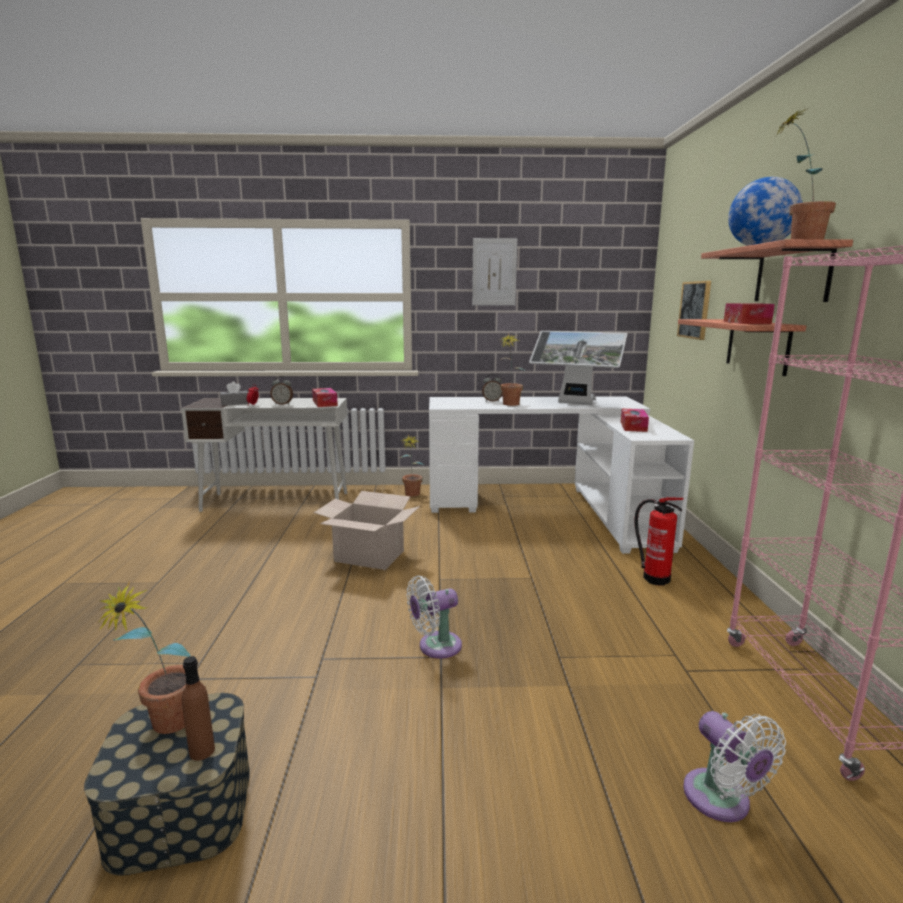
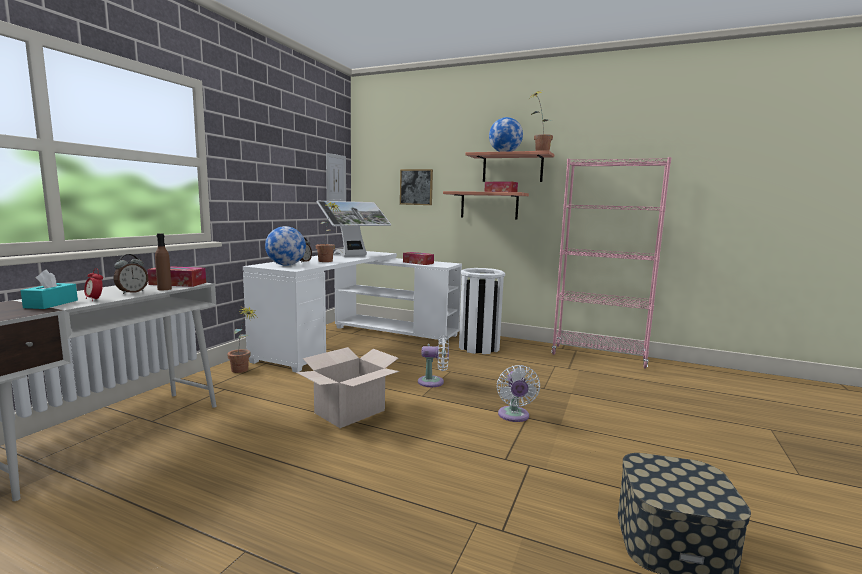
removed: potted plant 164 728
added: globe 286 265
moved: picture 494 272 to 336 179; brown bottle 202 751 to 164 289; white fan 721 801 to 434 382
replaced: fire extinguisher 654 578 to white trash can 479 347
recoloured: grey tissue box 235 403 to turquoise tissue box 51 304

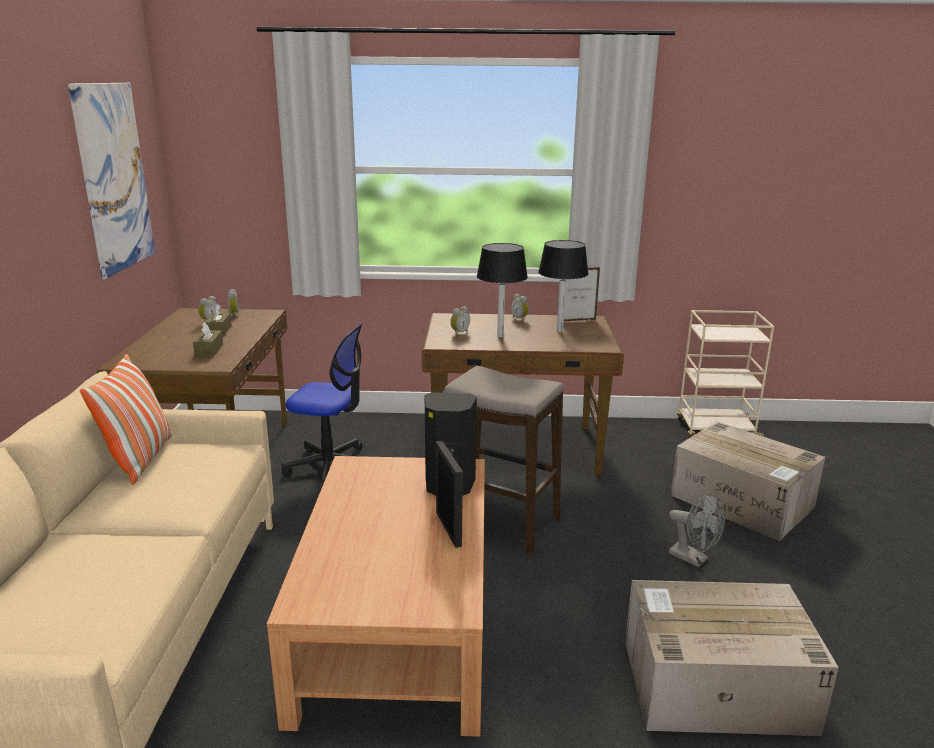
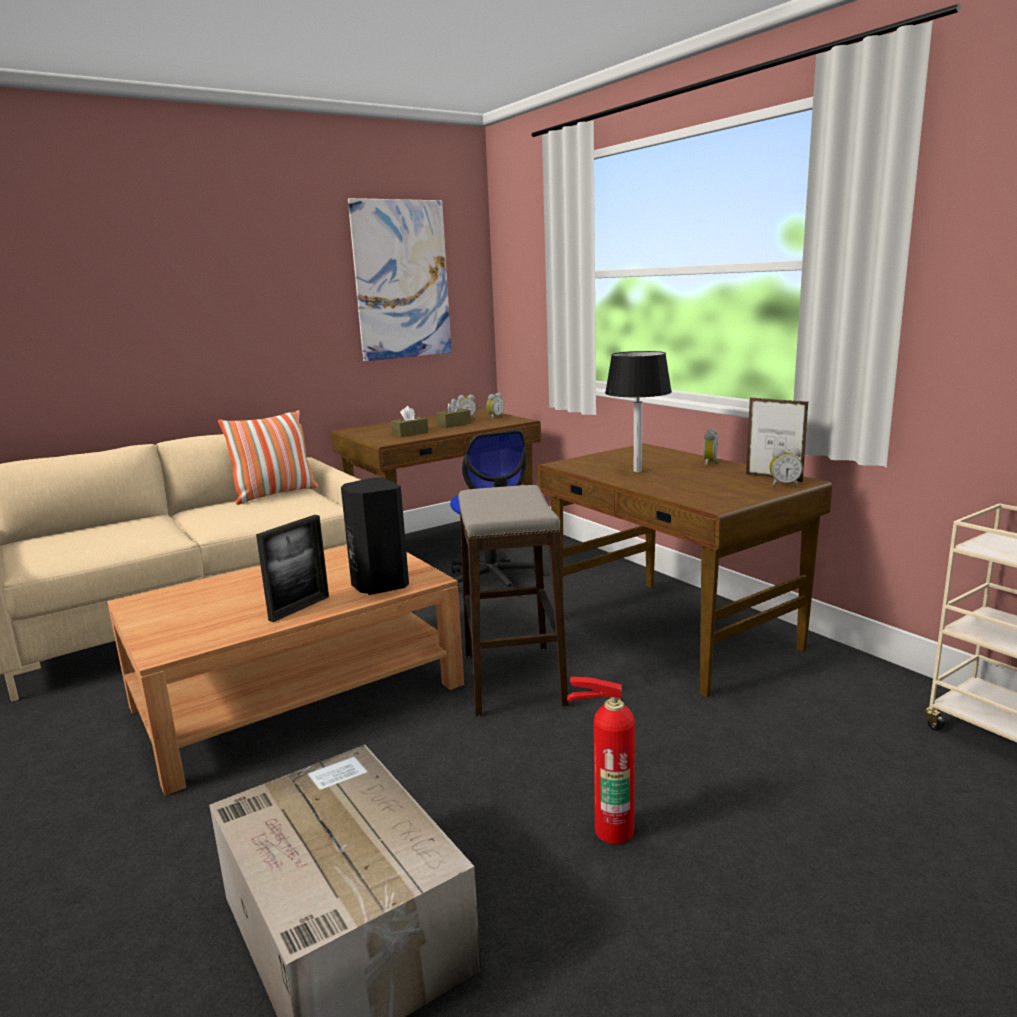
removed: black table lamp 559 331; cardboard box 743 502
moved: alarm clock 459 333 to 784 485
replaced: grey fan 693 559 to fire extinguisher 611 828

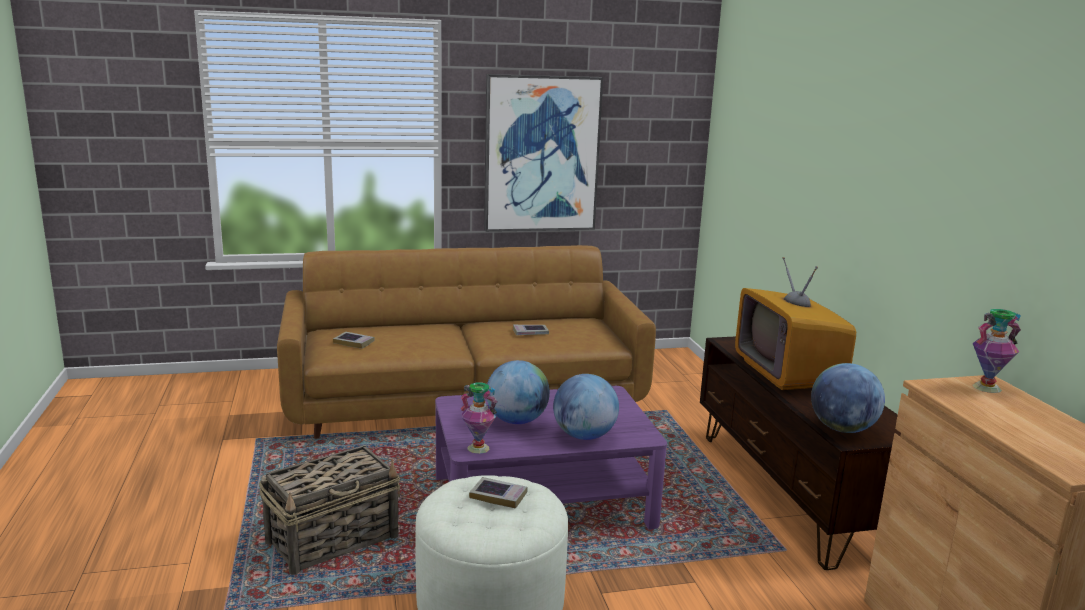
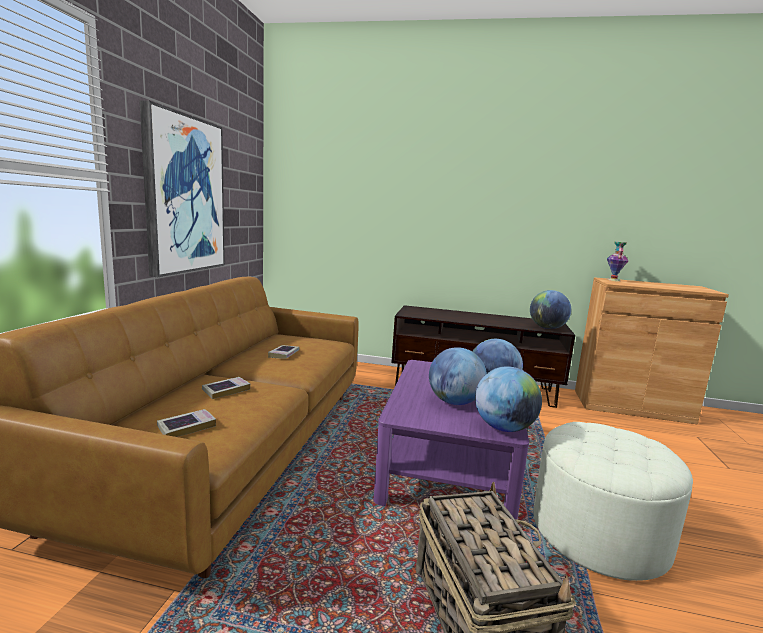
removed: television 788 373
moved: book 498 496 to 226 390
replaced: vase 478 448 to globe 504 428

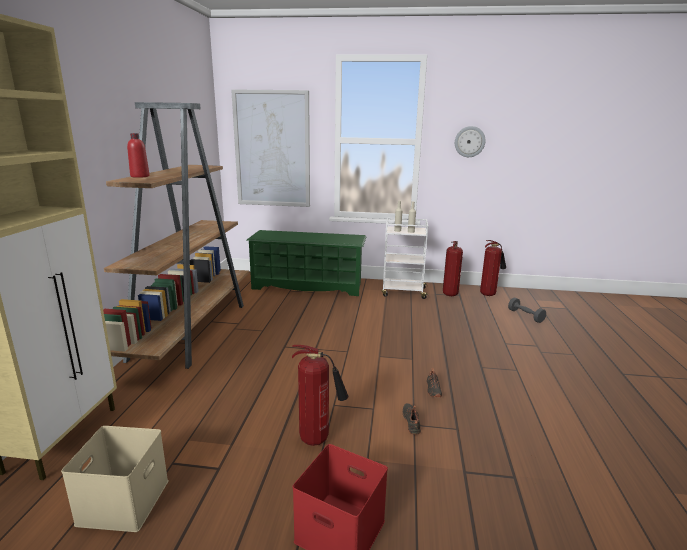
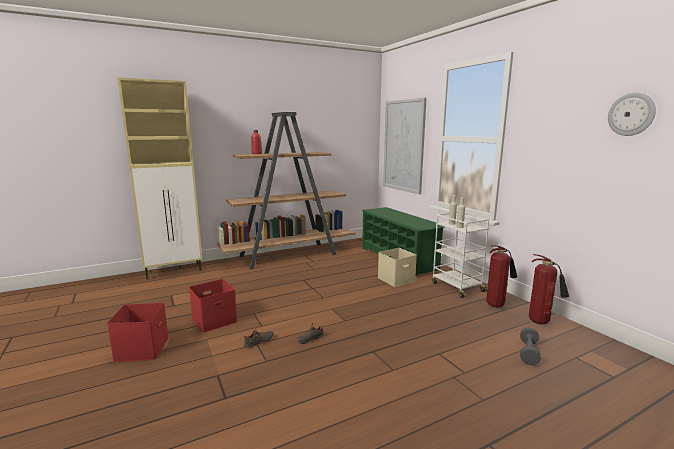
moved: wall clock 469 141 to 631 114; beige storage box 123 500 to 396 279
replaced: fire extinguisher 318 439 to red storage box 215 319

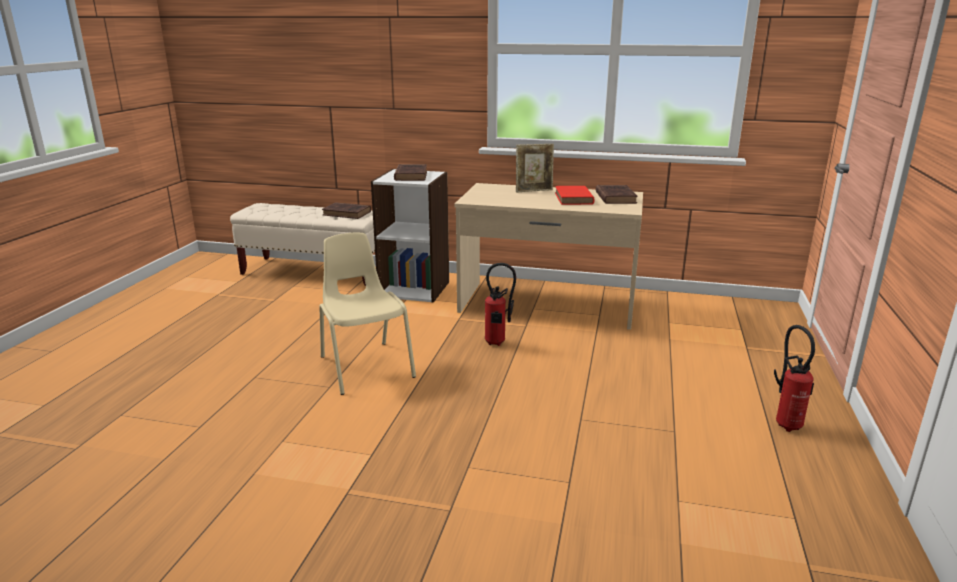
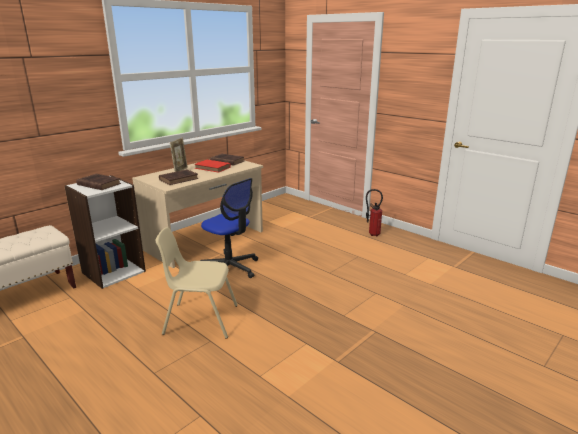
moved: brown book 348 213 to 179 179
replaced: fire extinguisher 498 343 to office chair 230 268

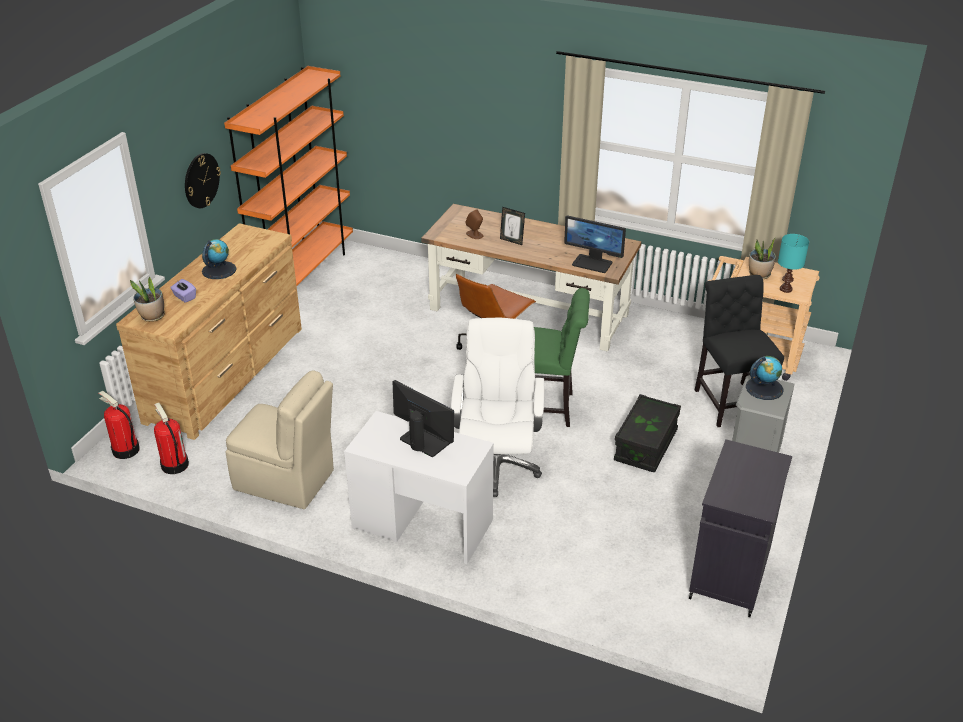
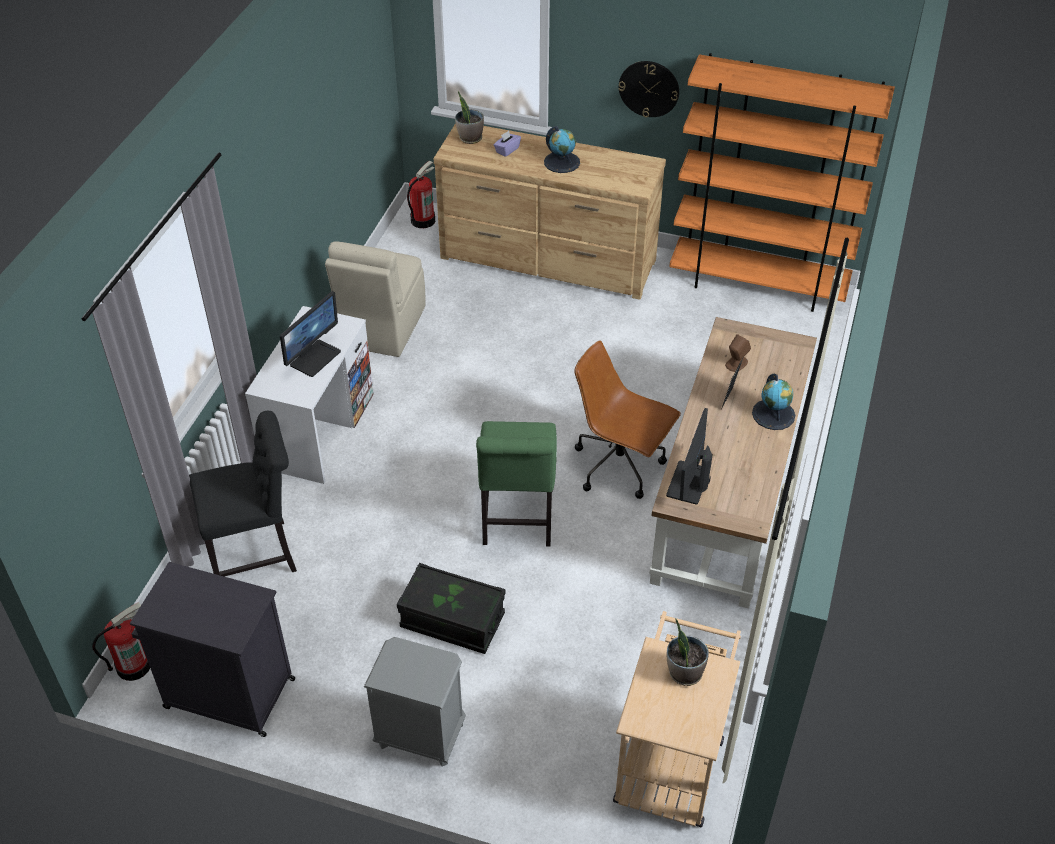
removed: turquoise table lamp 786 289; white office chair 496 464
moved: black chair 729 402 to 257 554; globe 764 388 to 773 414; fire extinguisher 174 465 to 133 665

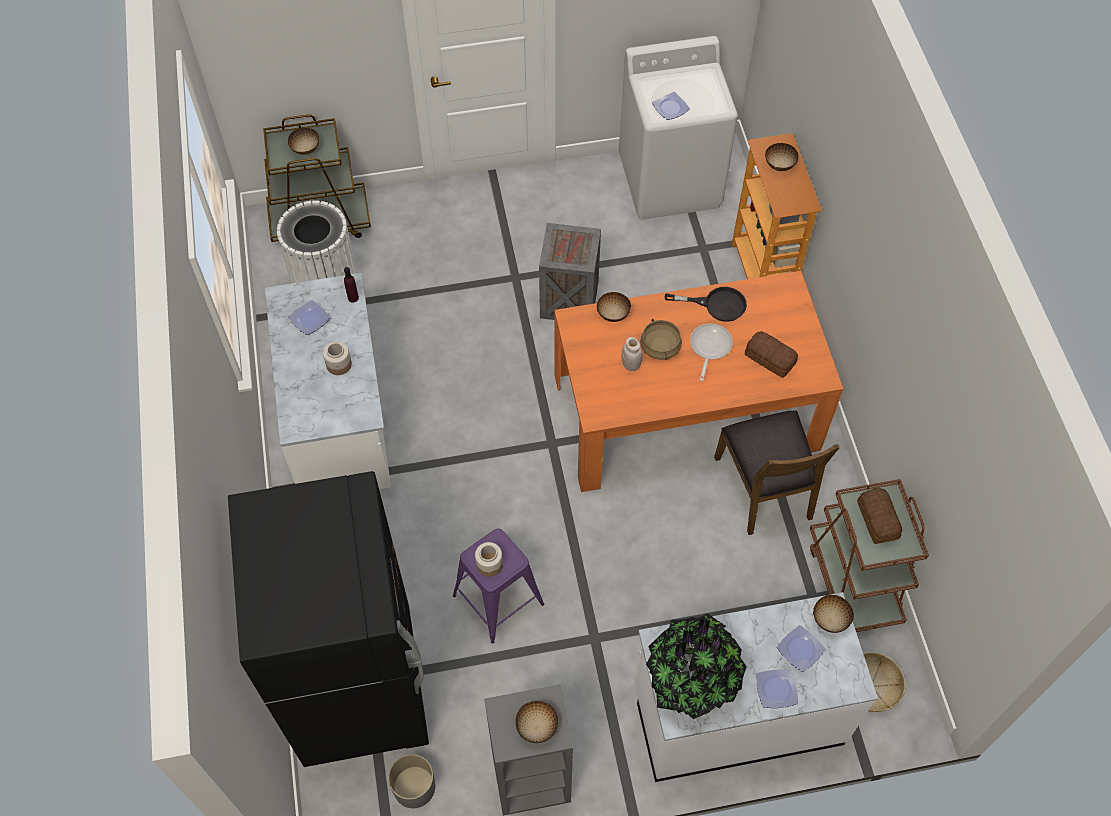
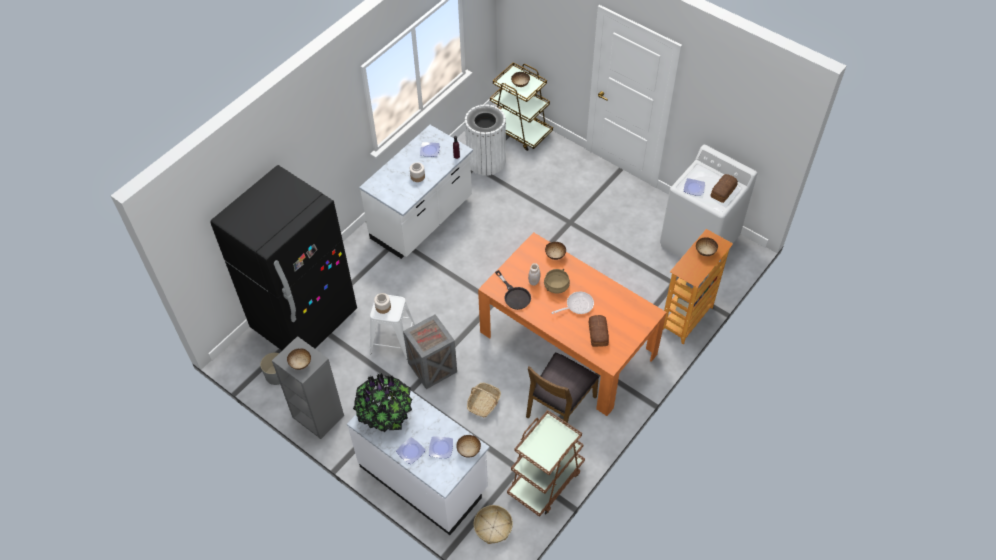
added: basket 484 403
moved: crate 570 299 to 433 367; black frying pan 716 305 to 514 295; bread 877 520 to 722 191
recoloured: purple stool 498 600 to white stool 393 340

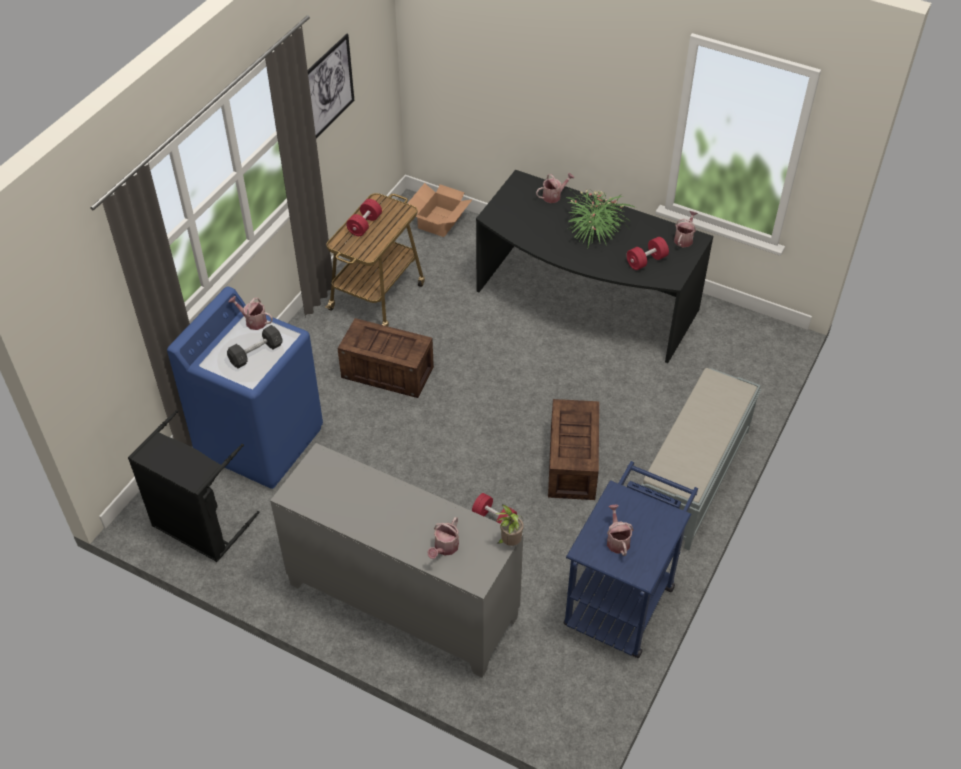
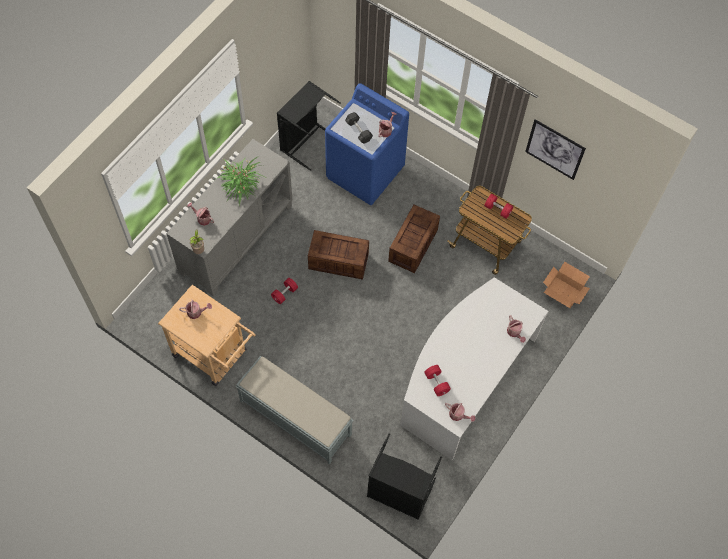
added: black laundry basket 398 494
moved: potted plant 594 229 to 240 185; crate 572 464 to 337 261
recoloured: black desk 584 304 to white desk 465 379; blue cart 623 597 to beige cart 214 356

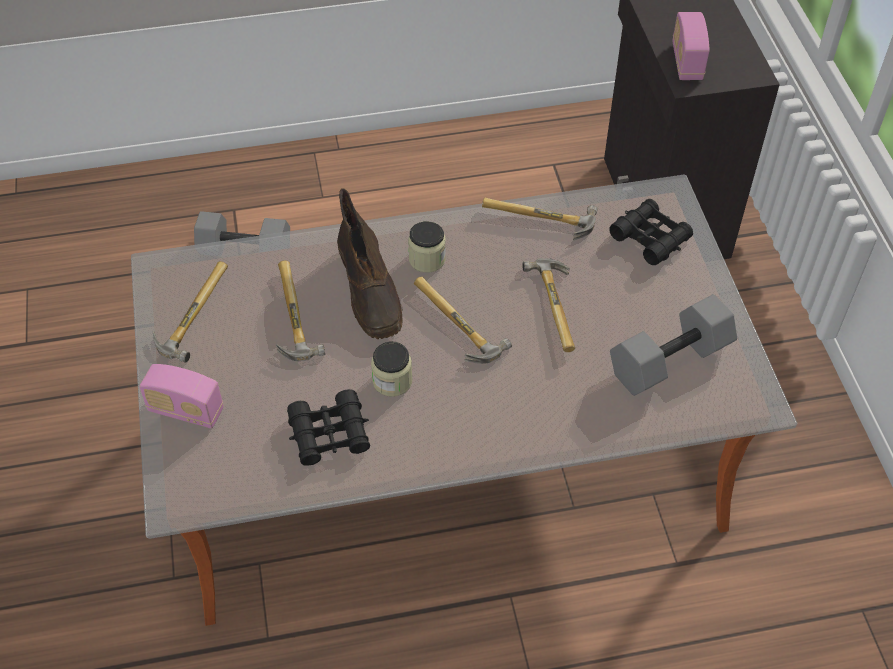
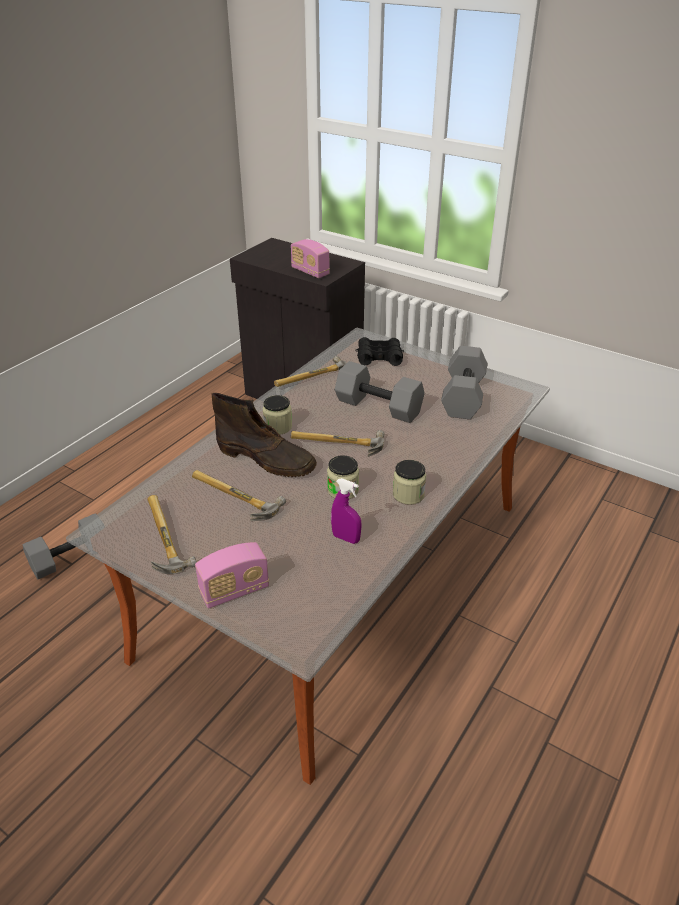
added: jar 408 494
replaced: hammer 560 307 to grey dumbbell 380 406; black binoculars 329 434 to purple spray bottle 346 538

